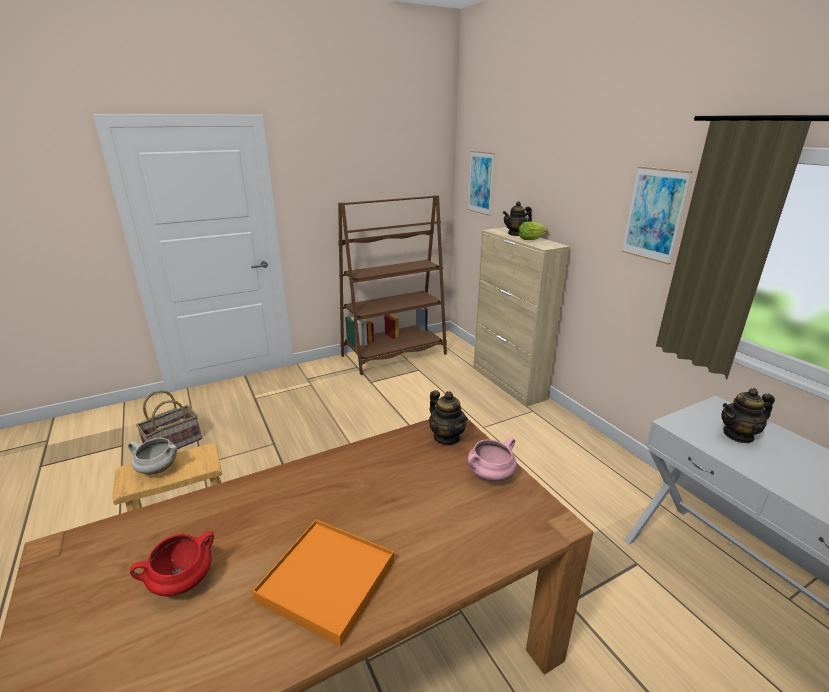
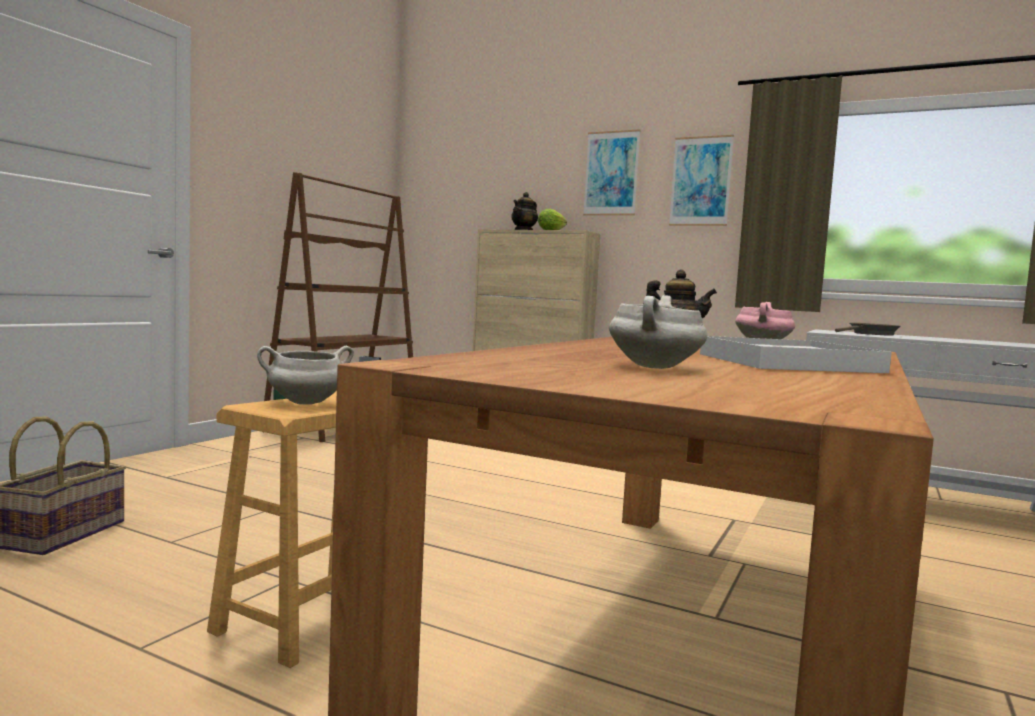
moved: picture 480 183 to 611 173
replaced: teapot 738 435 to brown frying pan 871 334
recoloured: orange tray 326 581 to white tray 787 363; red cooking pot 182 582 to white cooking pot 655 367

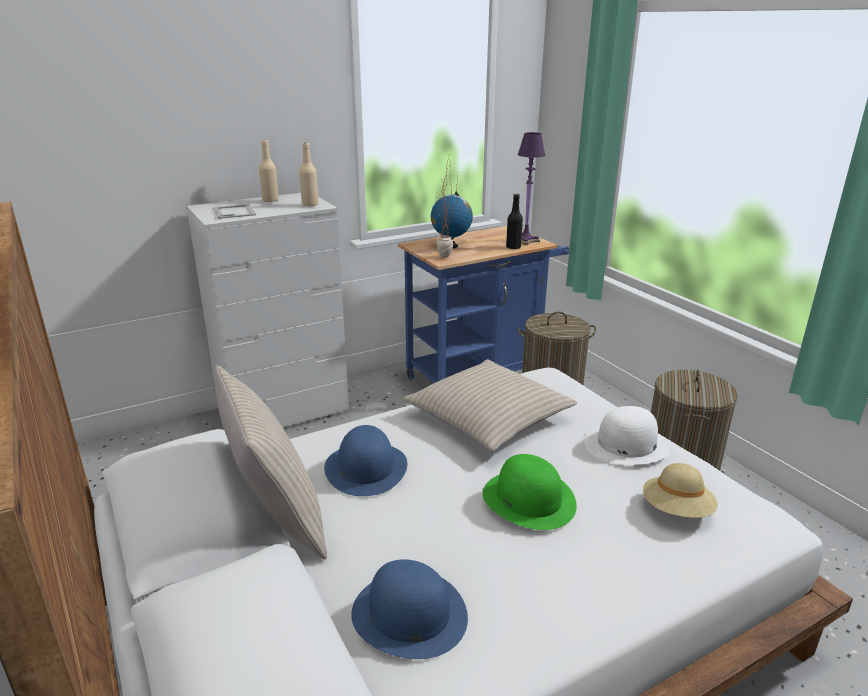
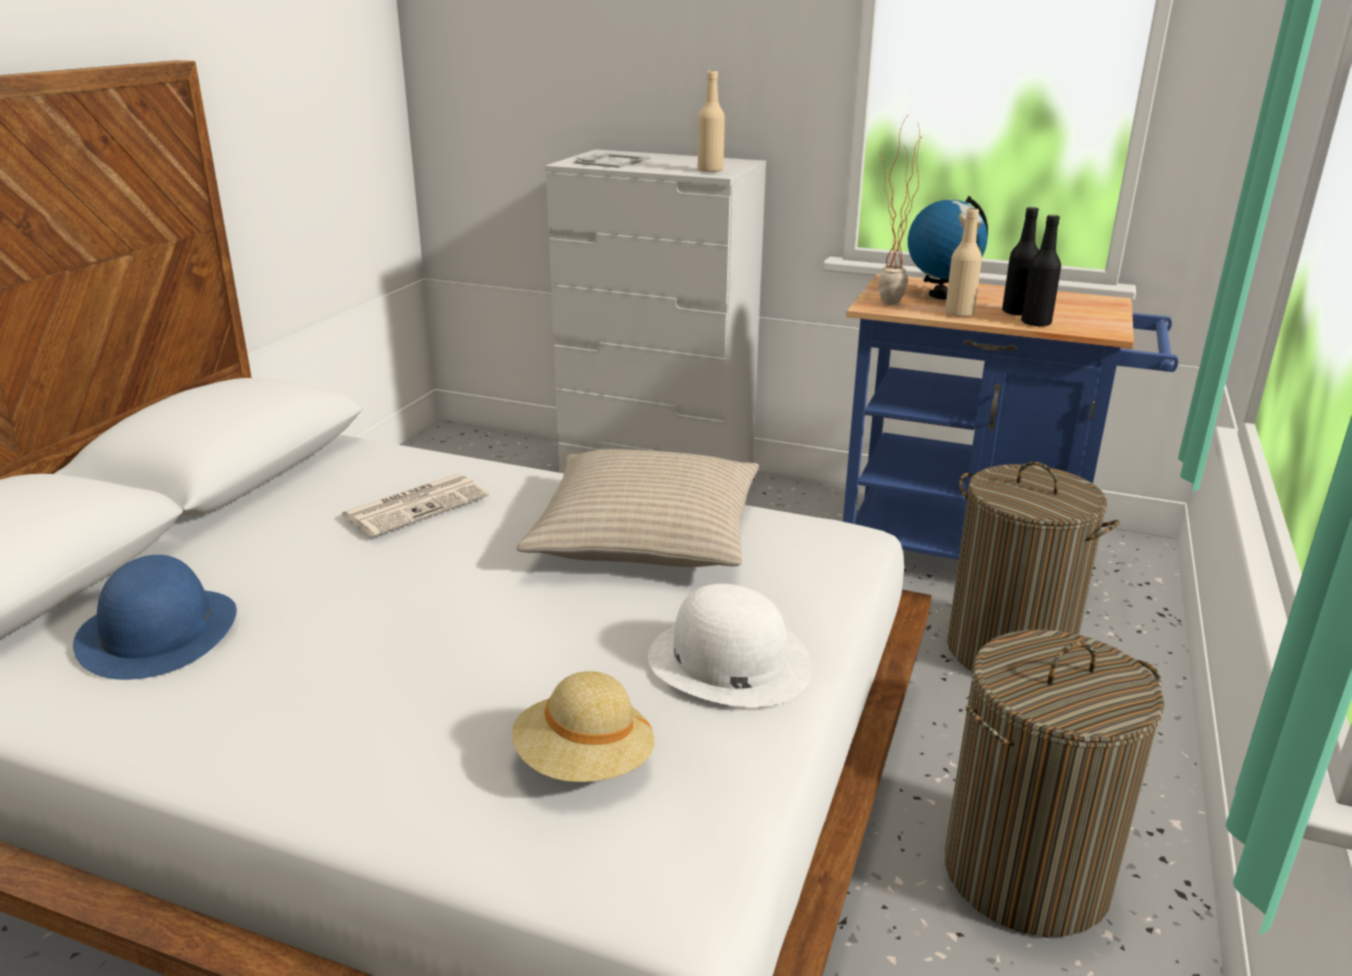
removed: purple table lamp 525 240; beige pillow 276 518; green hat 529 499
added: black bottle 1016 312
moved: beige bottle 270 200 to 959 314
replaced: blue hat 366 467 to newspaper 417 505

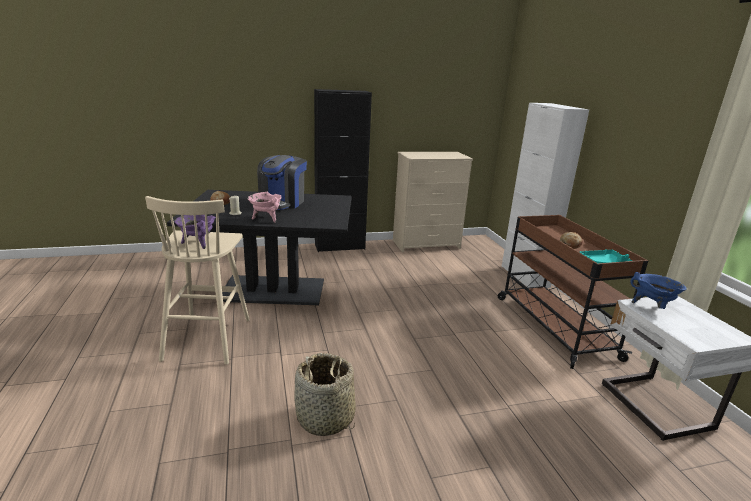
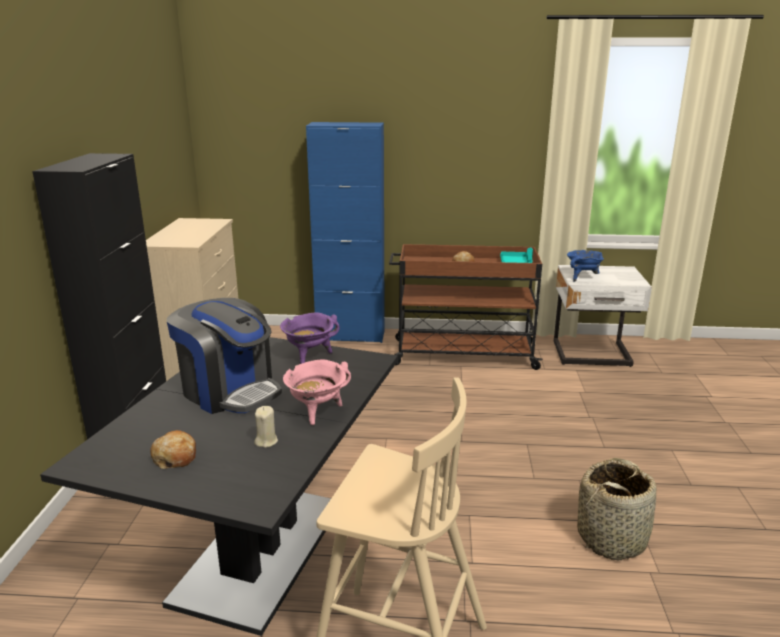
moved: purple cooking pot 197 243 to 309 356
recoloured: white cabinet 524 276 to blue cabinet 350 335

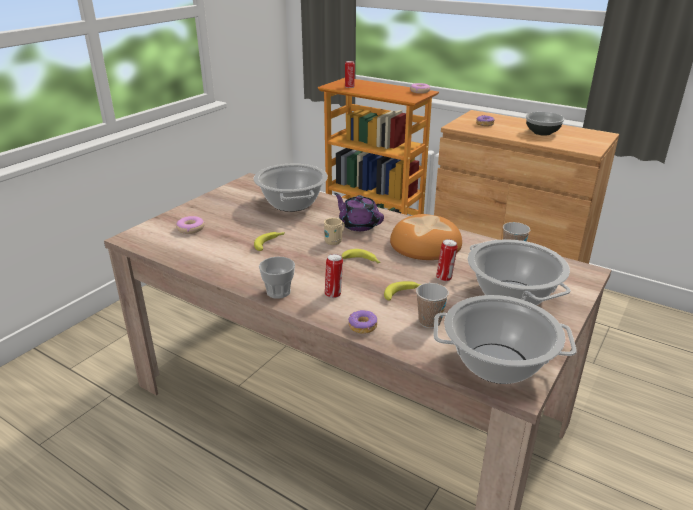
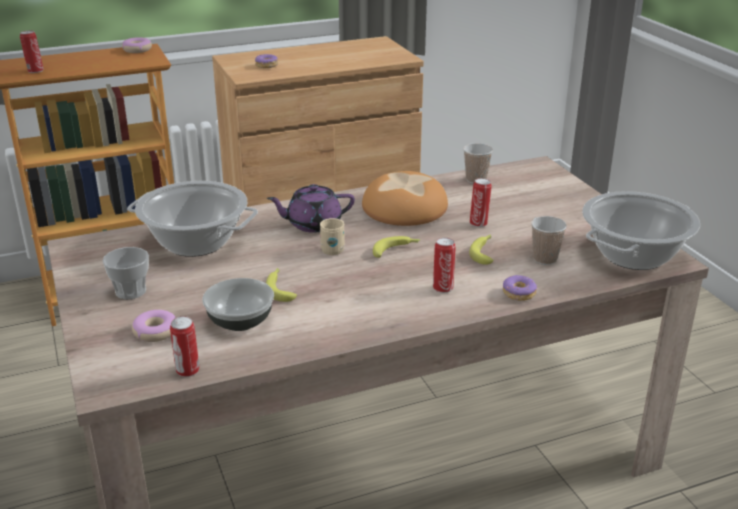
removed: cooking pot 513 295
added: can 187 371
moved: bowl 542 132 to 241 321; cup 278 292 to 131 291

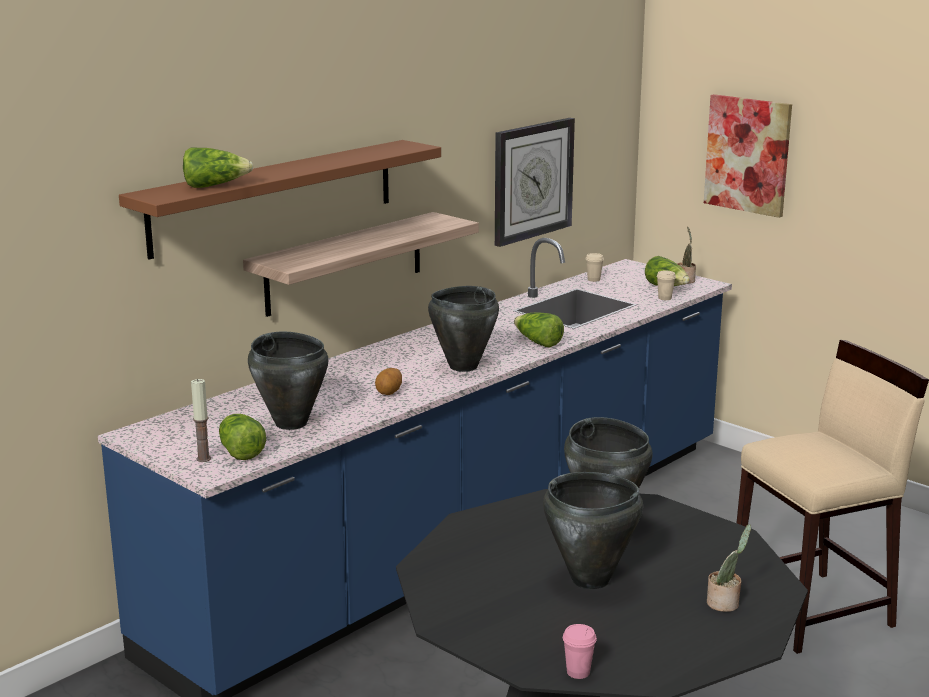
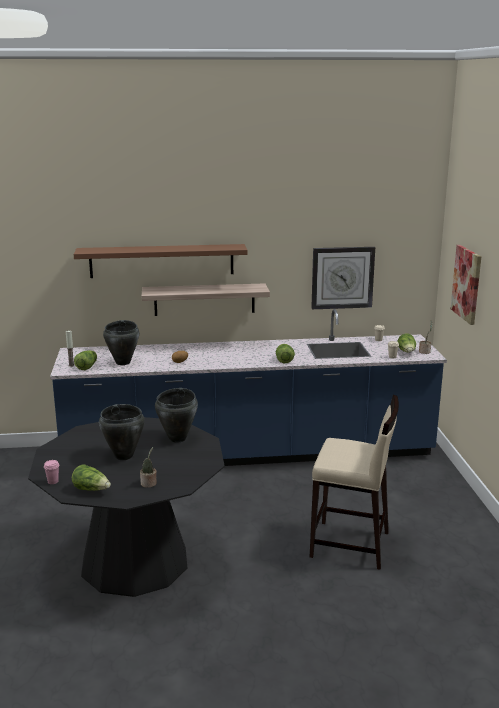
removed: black cooking pot 462 366
moved: lettuce 215 186 to 91 489

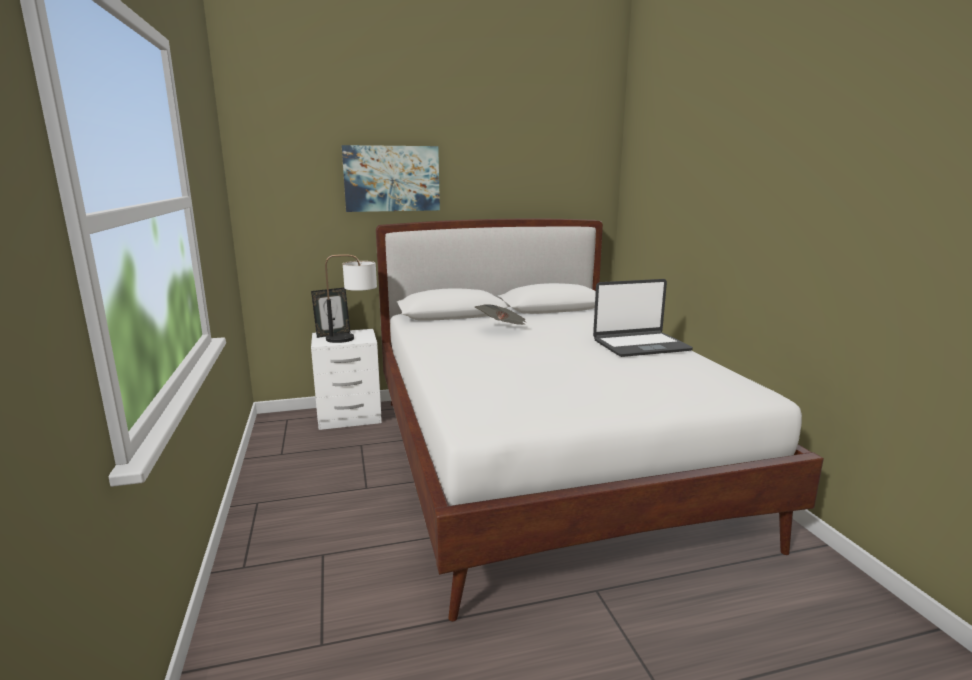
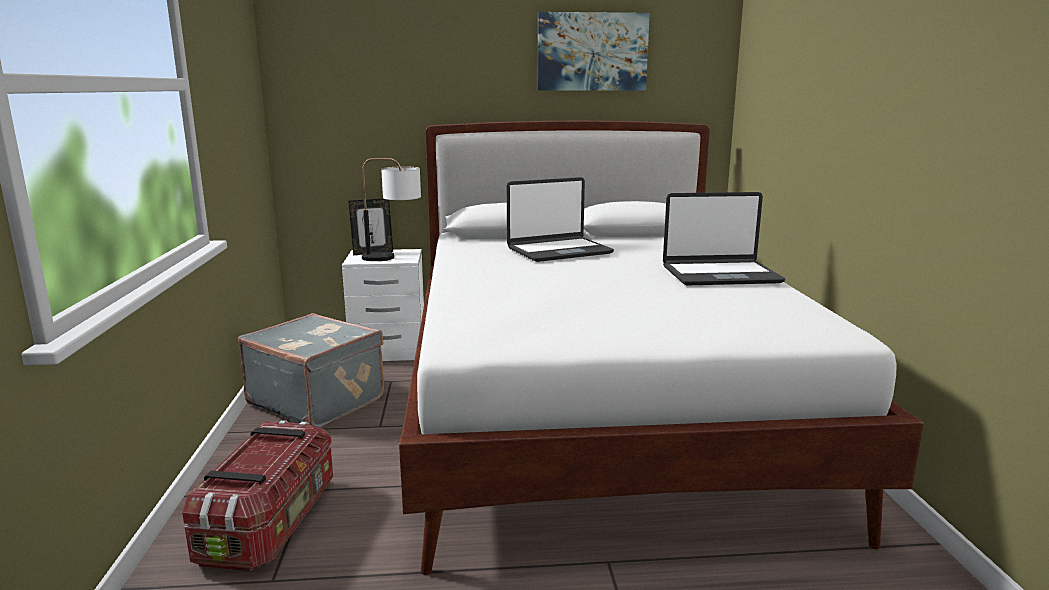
added: grey suitcase 318 400; storage box 271 522
moved: picture 391 178 to 592 52
replaced: newspaper 503 329 to laptop 558 251

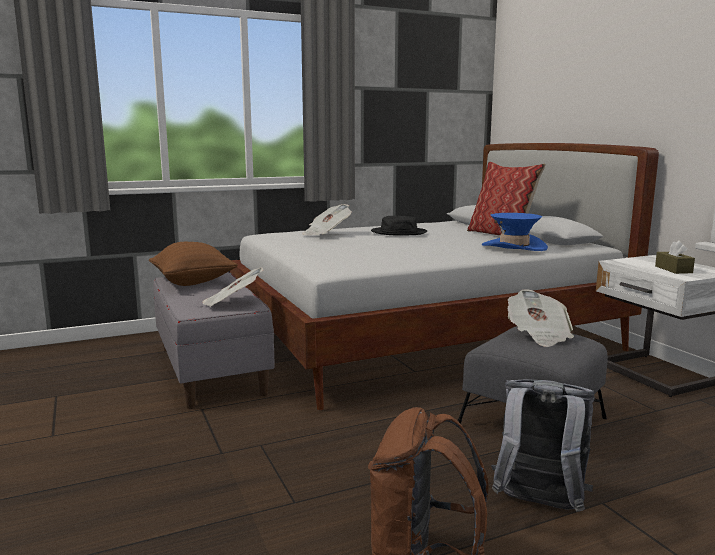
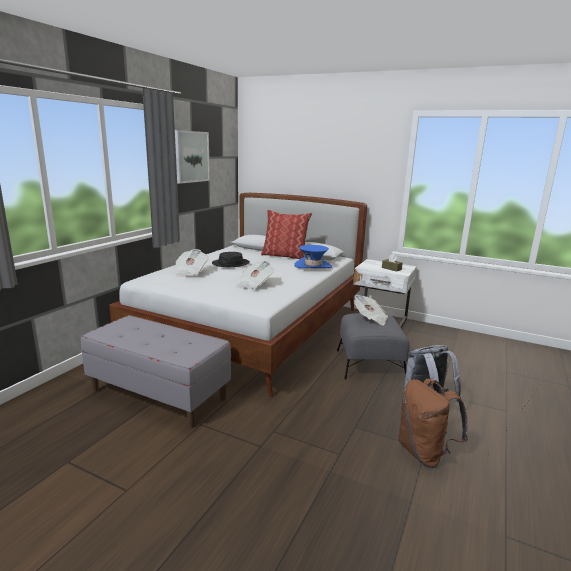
removed: brown pillow 193 282
added: picture 191 156
moved: newspaper 232 303 to 254 285

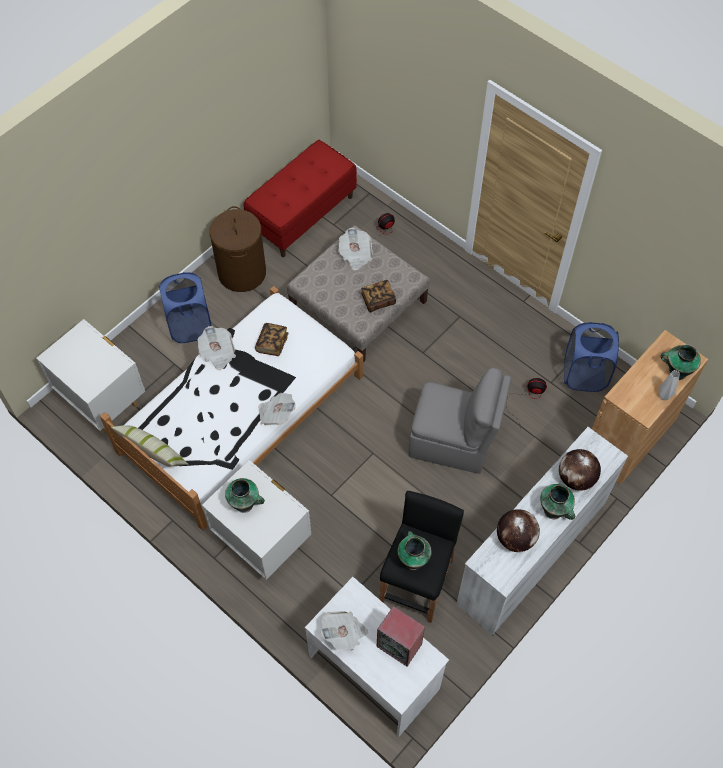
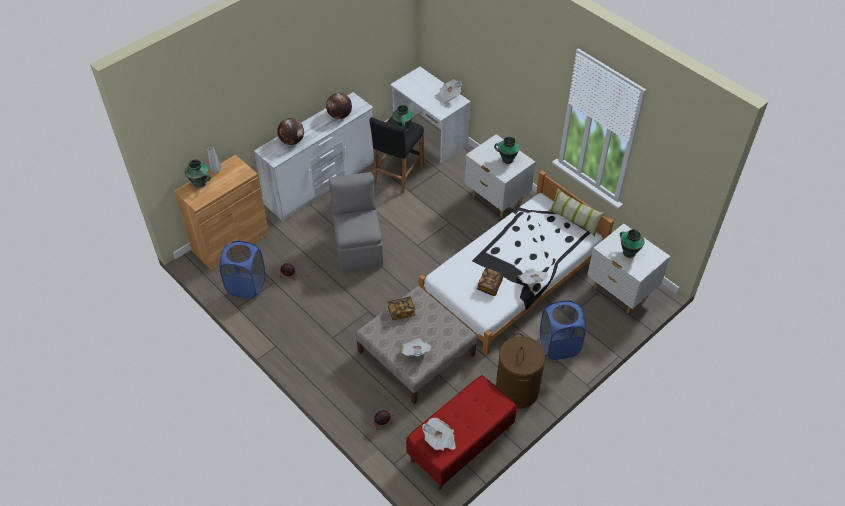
removed: speaker 400 645
moved: newspaper 276 414 to 439 440; vase 554 511 to 628 252
turned: grey chair 452 442 = 358 248 60 degrees clockwise

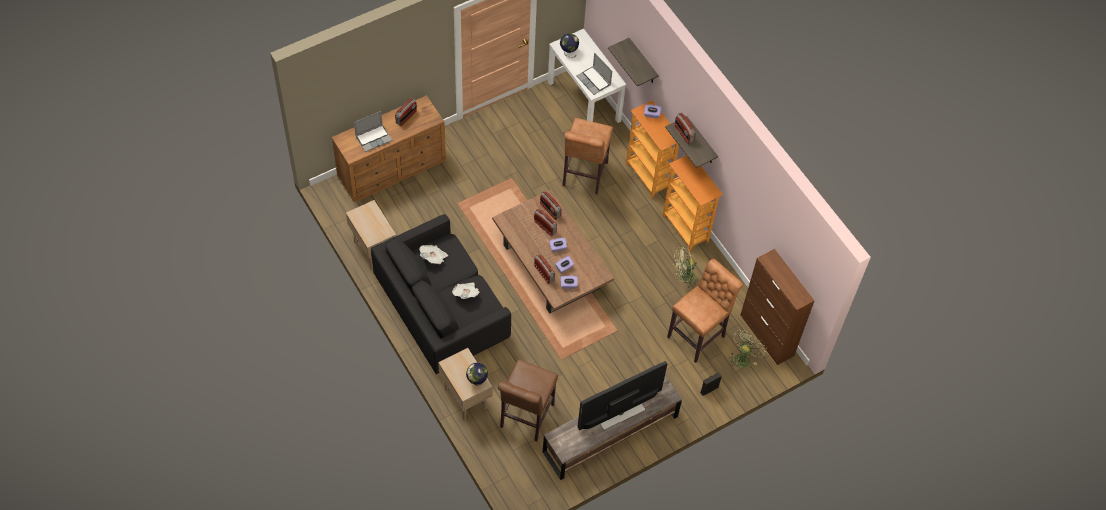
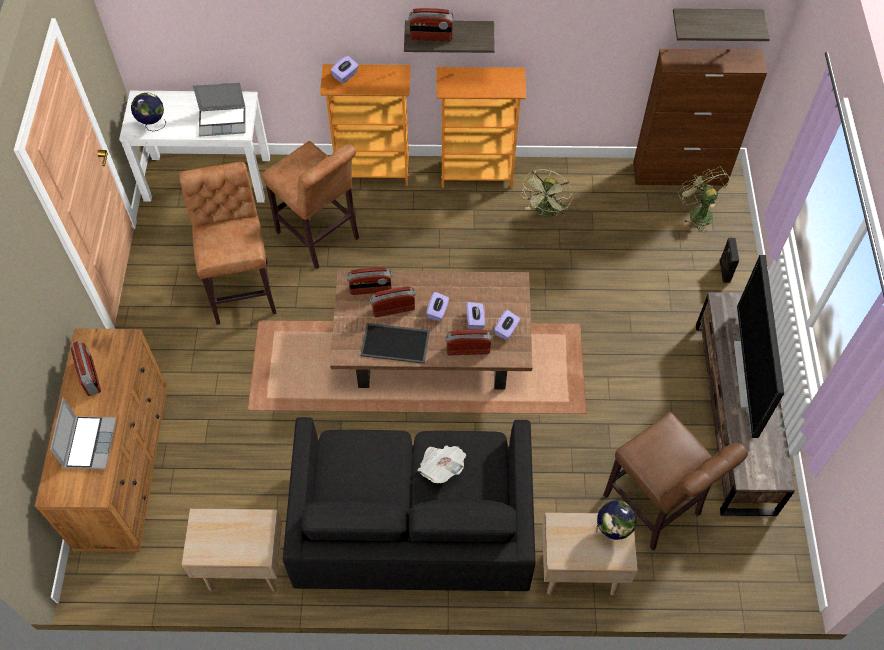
removed: newspaper 433 258
added: tray 396 342
moved: shelf 643 62 to 714 21; brown stool 698 335 to 242 288

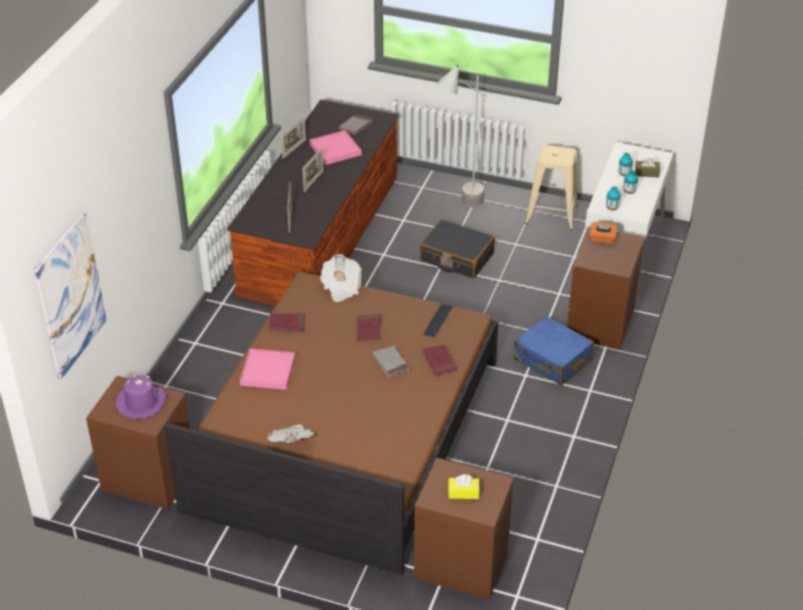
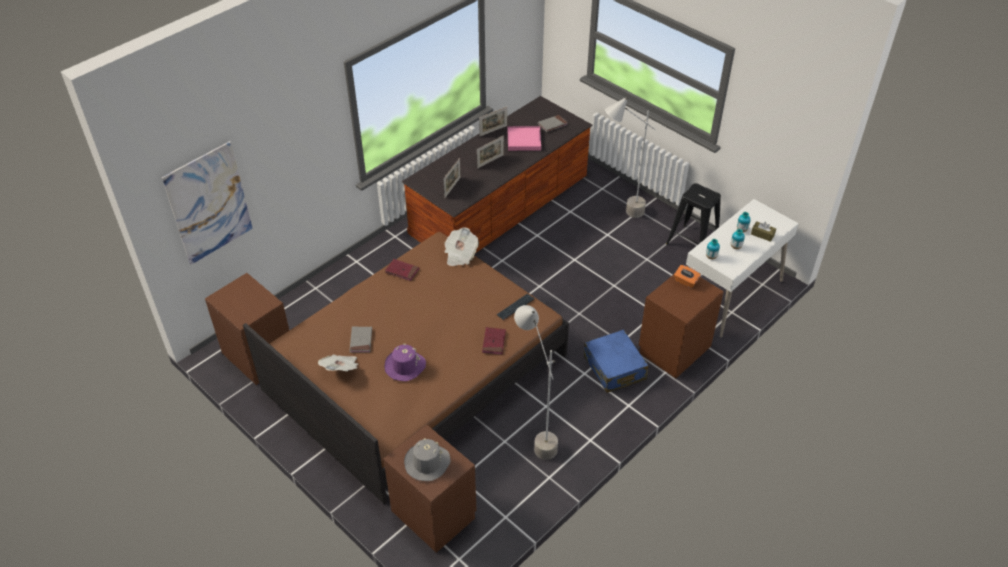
removed: black suitcase 456 257; red book 369 329; pink tray 268 371
added: grey floor lamp 535 436
moved: grey book 391 363 to 361 340; purple hat 141 402 to 405 366
replaced: yellow tissue box 463 492 to grey hat 427 462
recoloured: beige stool 551 214 to black stool 692 243

